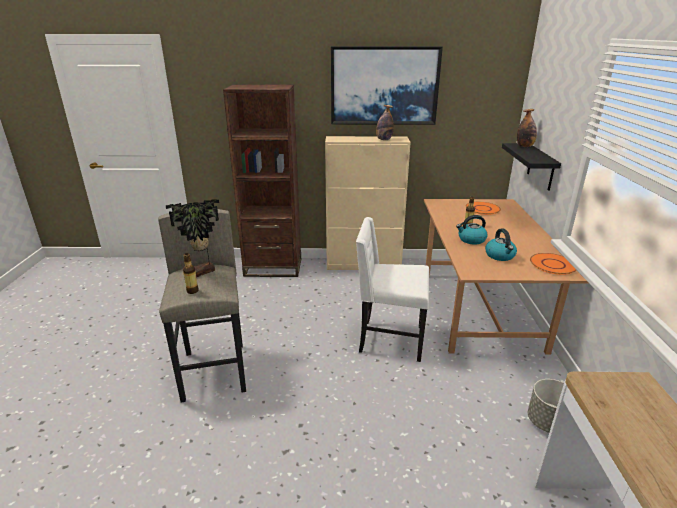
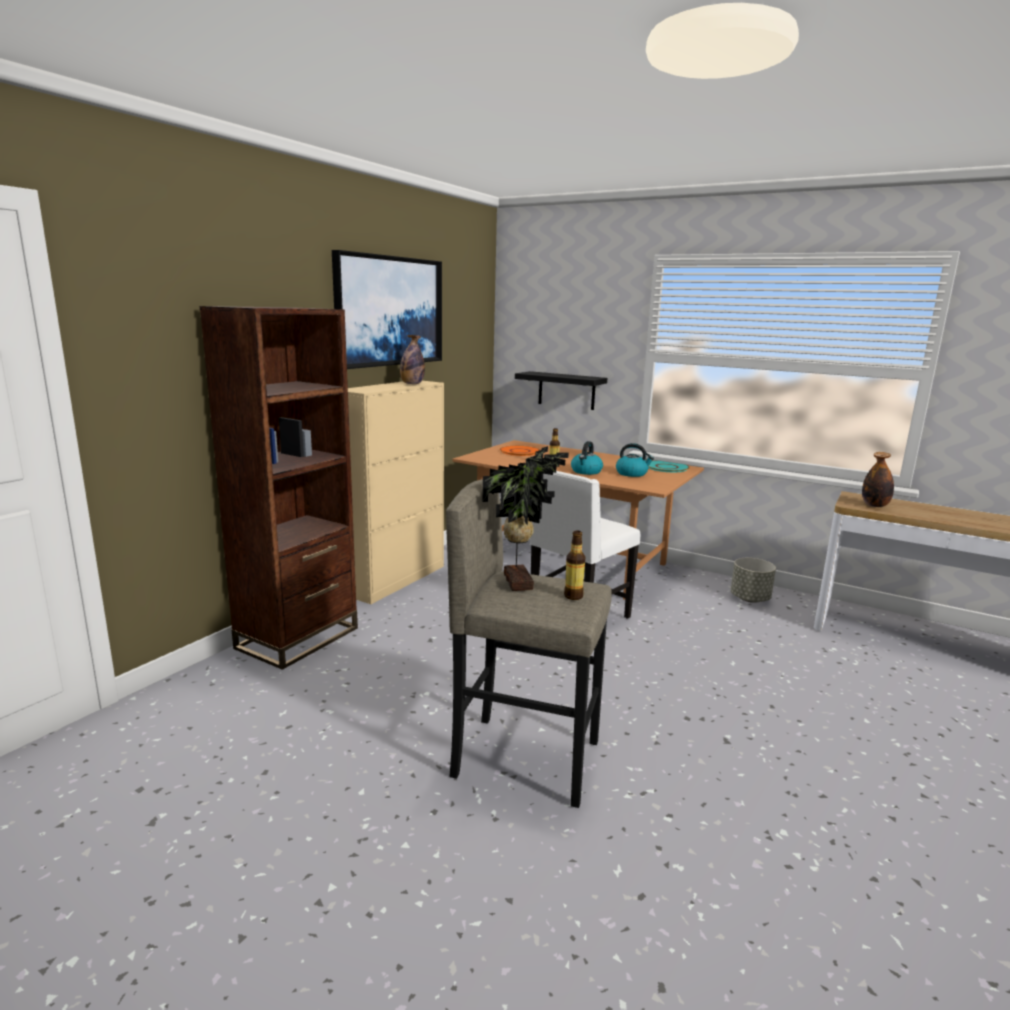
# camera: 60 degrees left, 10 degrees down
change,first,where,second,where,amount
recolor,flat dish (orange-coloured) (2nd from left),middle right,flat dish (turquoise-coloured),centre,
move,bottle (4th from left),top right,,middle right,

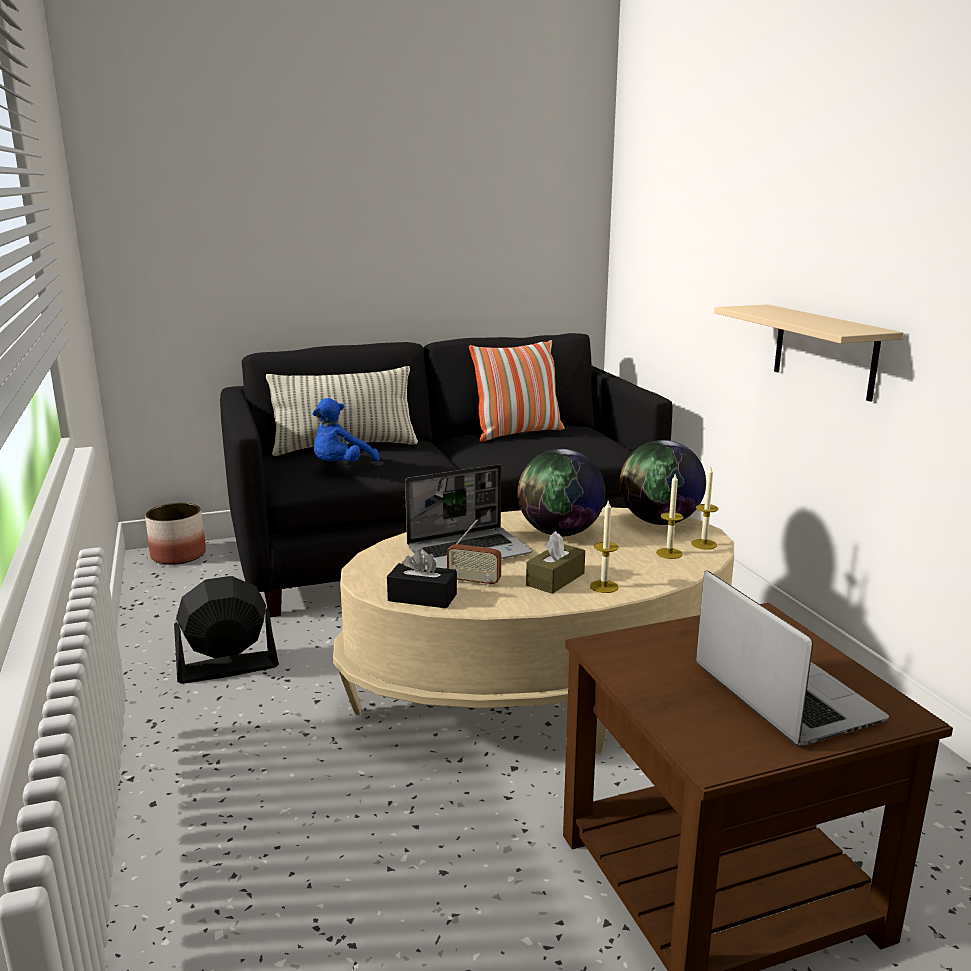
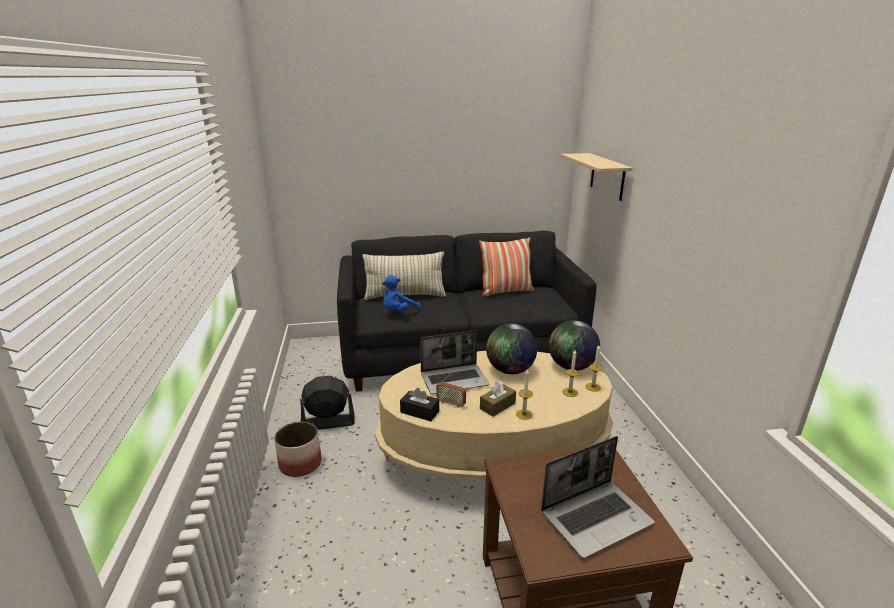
# camera: 10 degrees right, 5 degrees up
change,first,where,second,where,amount
move,plant pot,middle left,,bottom left,
rotate,notebook computer (2nd from left),bottom right,,bottom right,75 degrees clockwise
move,shelf (beige-coloured),middle right,,top right,

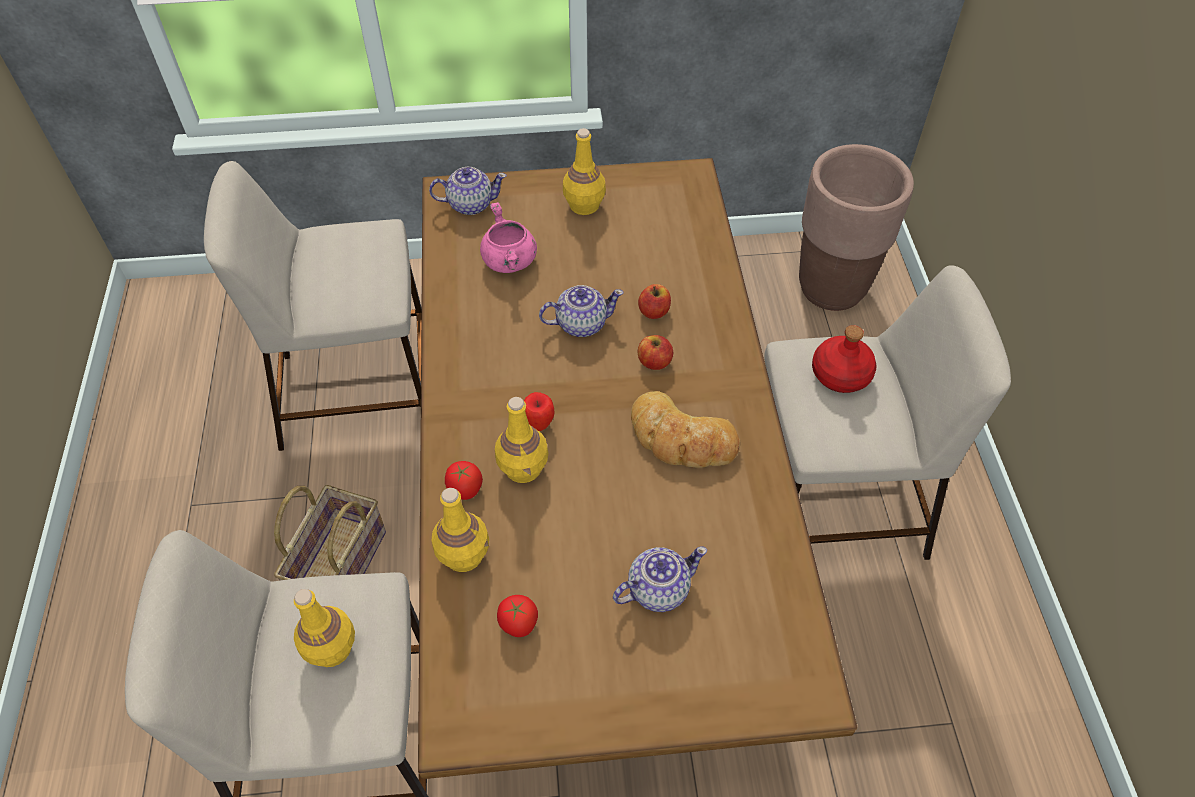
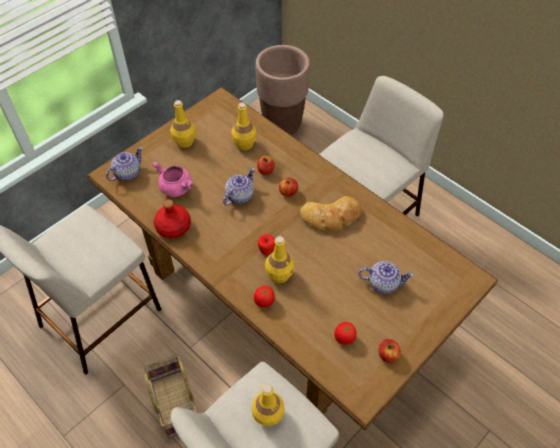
# camera: 40 degrees left, 0 degrees up
change,first,where,second,where,amount
move,bottle (red-coloured),middle right,,middle left,
move,bottle (yellowish) (2nd from left),centre,,top centre,
rotate,teapot (3rd from left),bottom centre,,middle right,75 degrees clockwise
insert,,,whole apple (4th from left),bottom right,

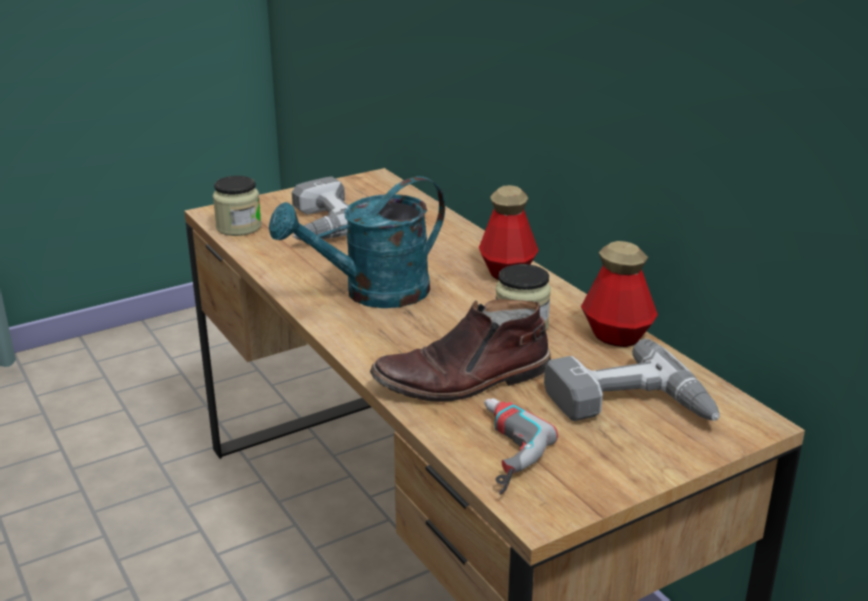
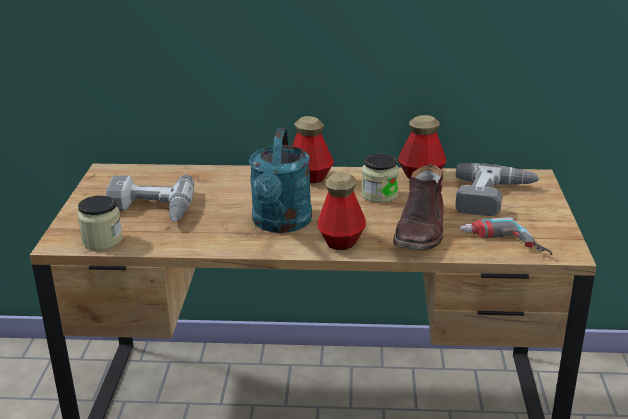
# camera: 55 degrees left, 0 degrees up
change,first,where,second,where,amount
insert,,,bottle (2nd from left),centre,

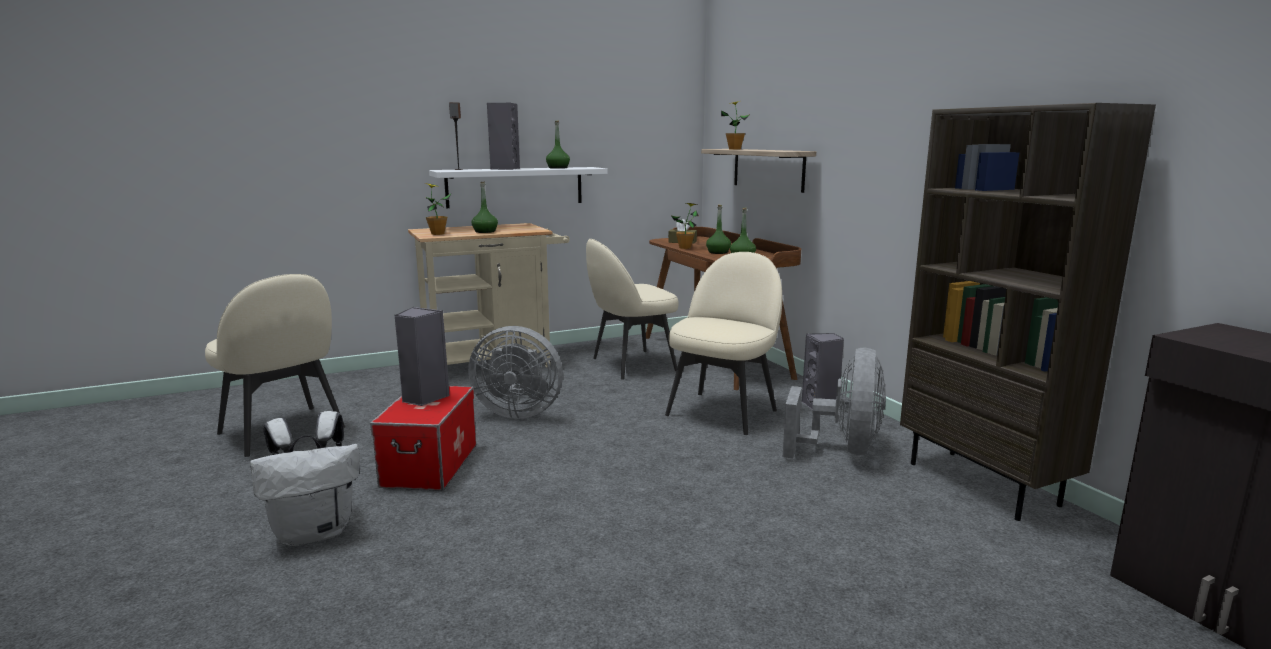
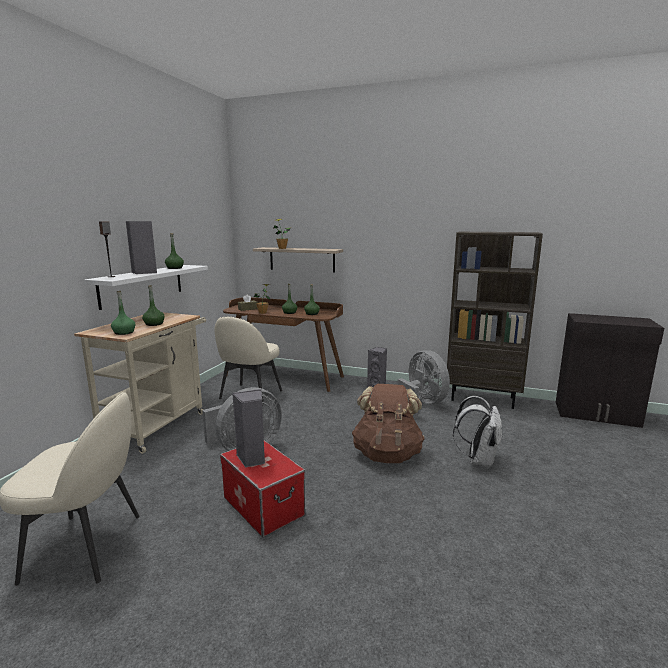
# camera: 45 degrees left, 0 degrees up
change,first,where,second,where,amount
replace,potted plant (1st from left),top centre,bottle (greenish) (1st from left),middle left,
insert,,,backpack (brown-coloured),centre,
move,backpack (white),bottom left,,middle right,
delete,upright chair (beige-coloured) (3rd from left),centre,,,

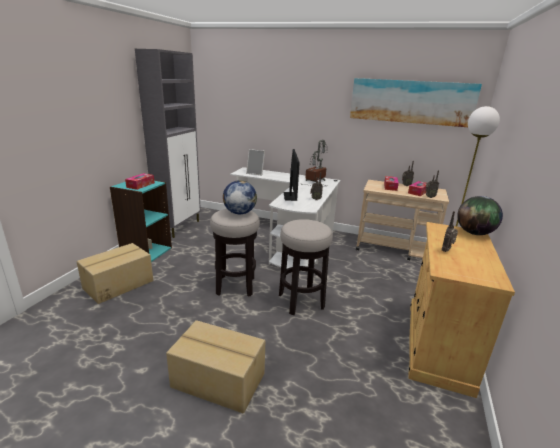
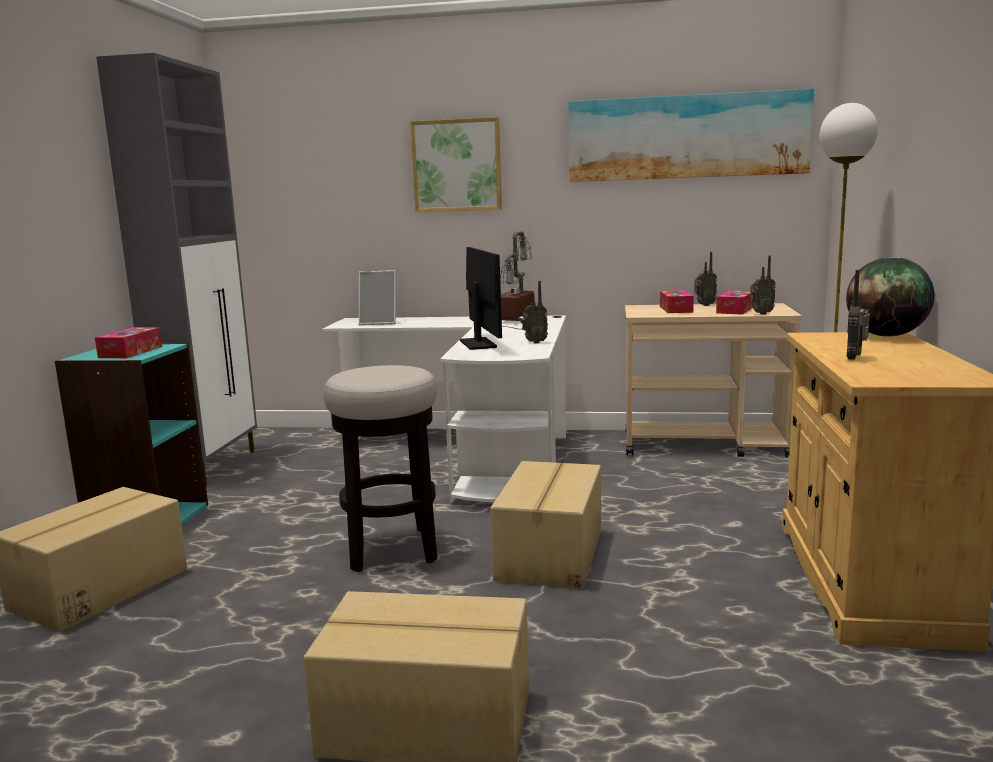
# camera: 10 degrees left, 10 degrees down
change,first,where,second,where,amount
insert,,,wall picture (1st from left),top centre,
replace,sitting stool (2nd from left),centre,packing box (3rd from left),bottom centre,
delete,world globe (1st from left),centre,,,

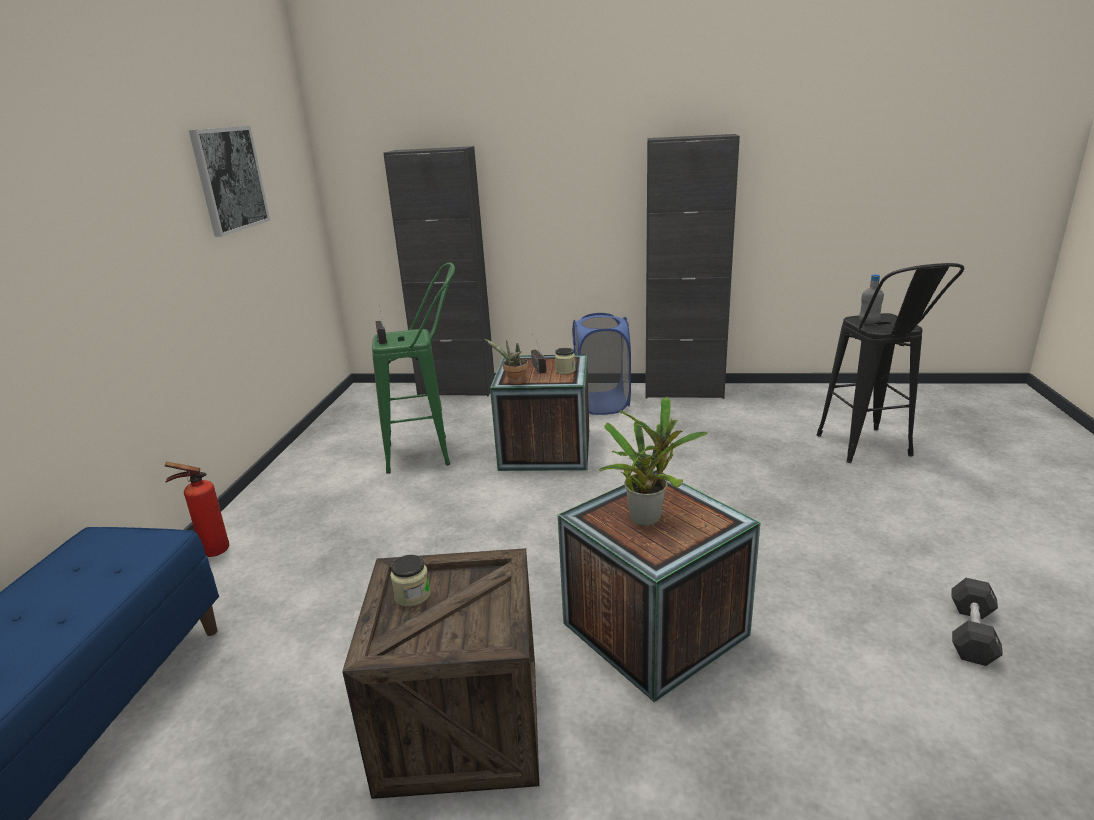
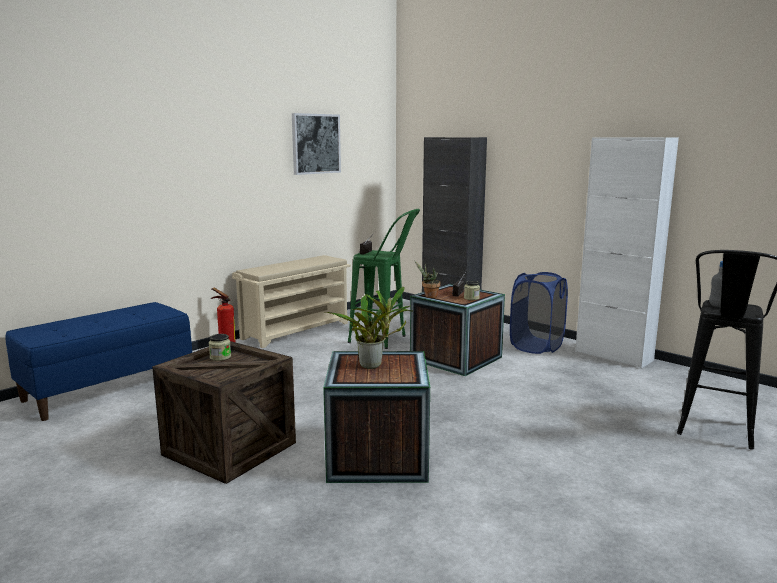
# camera: 35 degrees right, 10 degrees down
change,first,where,second,where,amount
insert,,,shoe rack (beige-coloured),centre,
recolor,cupboard (black) (2nd from left),top centre,cupboard (white),middle right,
delete,free weight (black),bottom right,,,

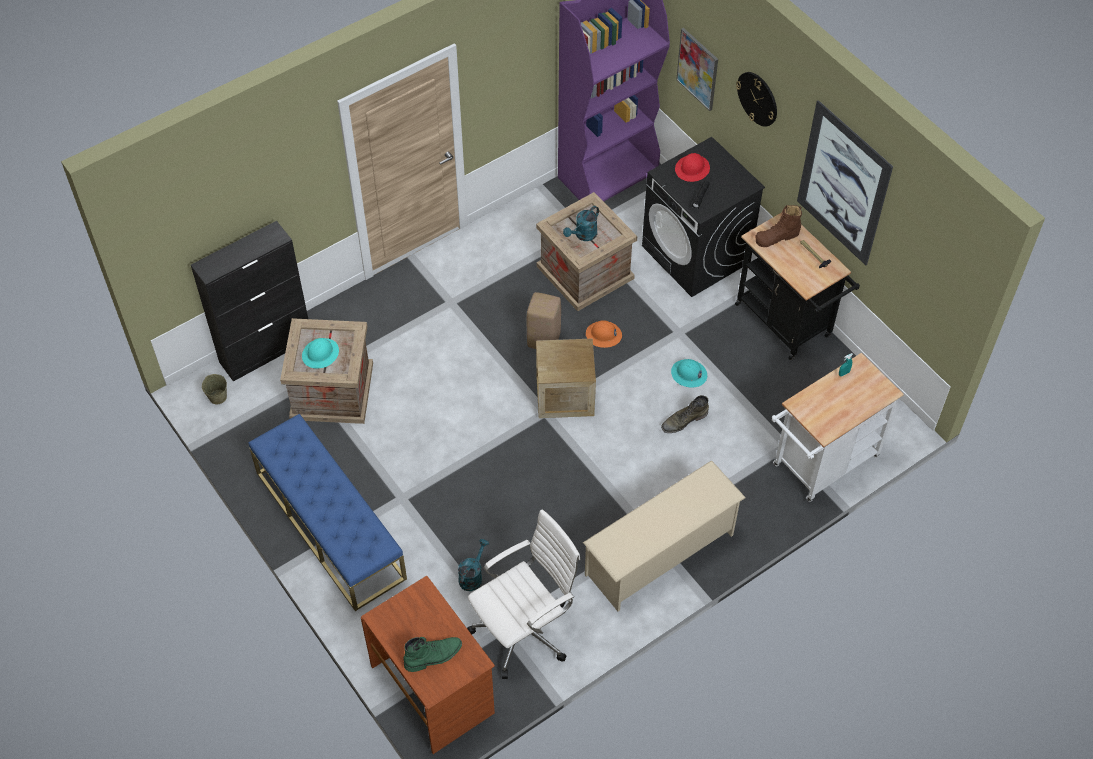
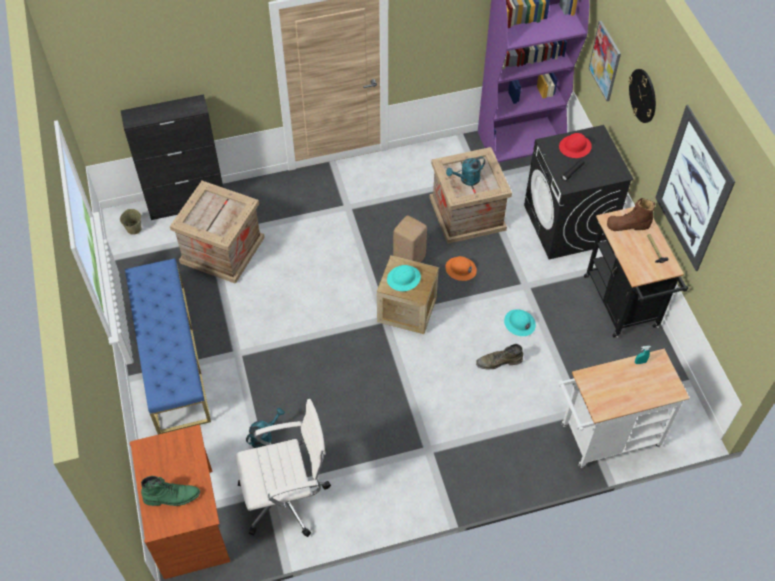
# camera: 20 degrees right, 0 degrees up
change,first,where,second,where,amount
move,hard hat (turquoise-coloured) (1st from left),middle left,,centre,
delete,shoe rack (beige-coloured),bottom centre,,,

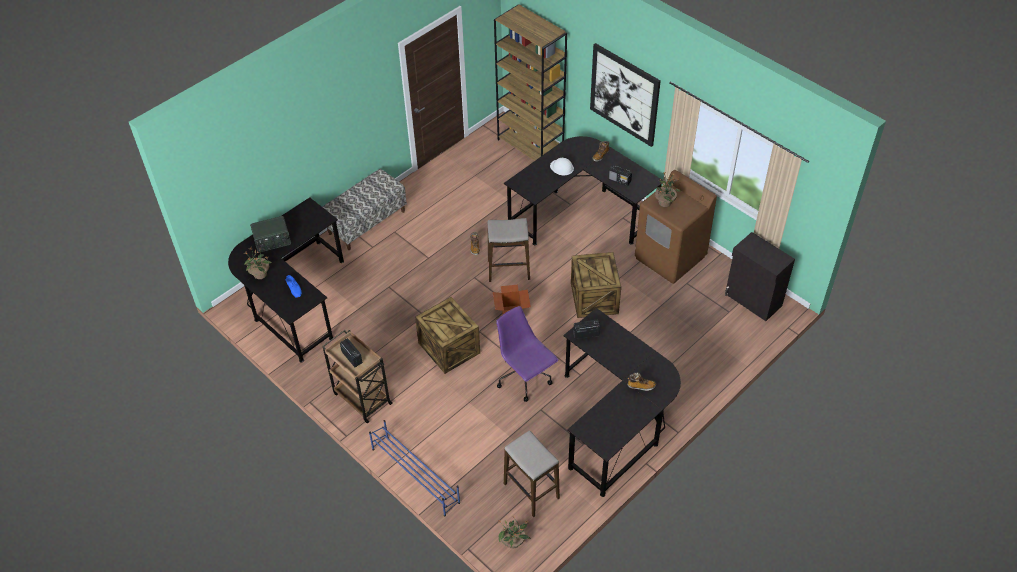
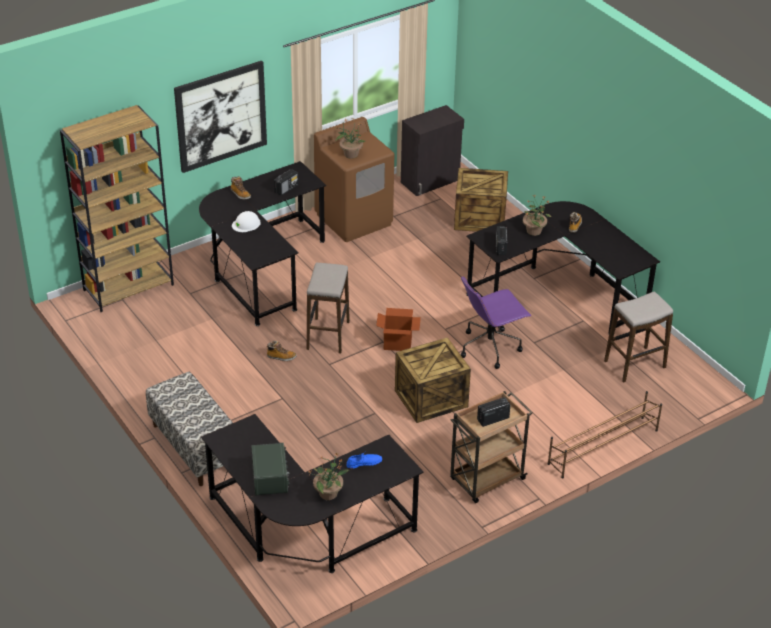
# camera: 80 degrees left, 10 degrees down
change,first,where,second,where,amount
move,crate (2nd from left),centre,,top centre,
move,potted plant (2nd from left in the first image),bottom centre,potted plant (3rd from left),middle right,
recolor,shoe rack (blue),bottom centre,shoe rack (brown-coloured),bottom right,

